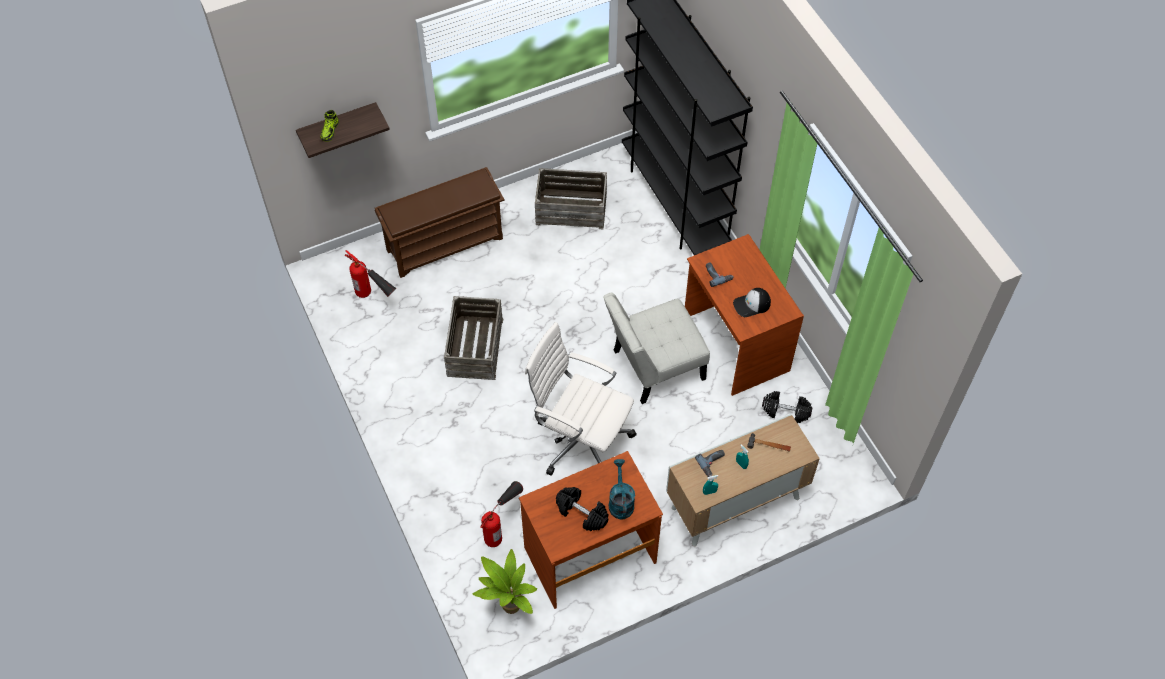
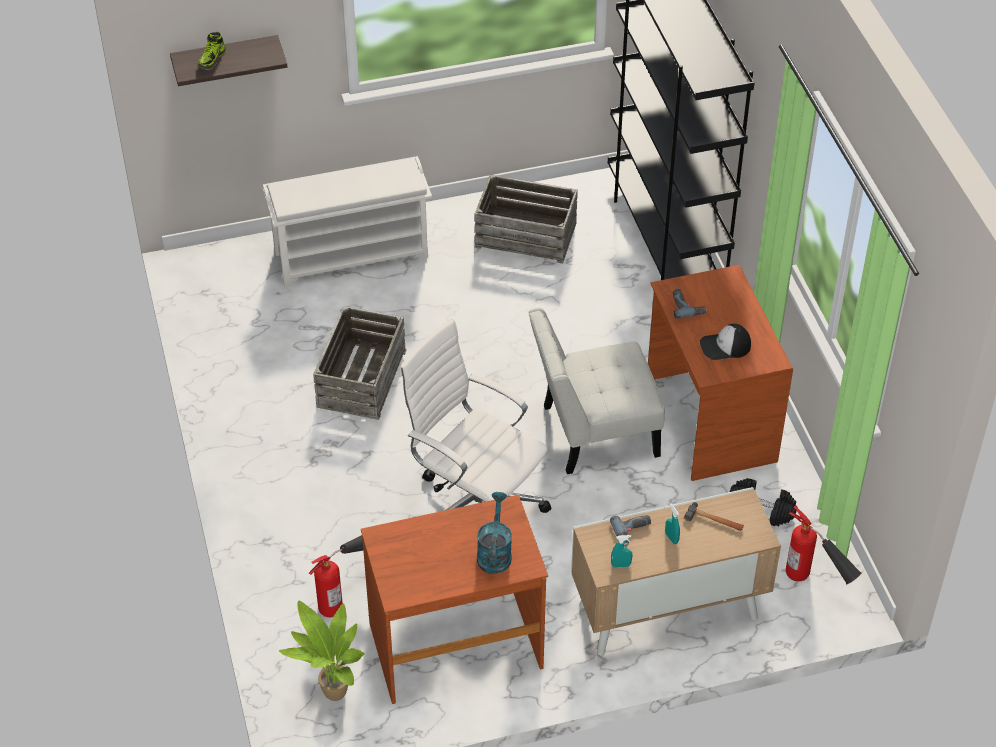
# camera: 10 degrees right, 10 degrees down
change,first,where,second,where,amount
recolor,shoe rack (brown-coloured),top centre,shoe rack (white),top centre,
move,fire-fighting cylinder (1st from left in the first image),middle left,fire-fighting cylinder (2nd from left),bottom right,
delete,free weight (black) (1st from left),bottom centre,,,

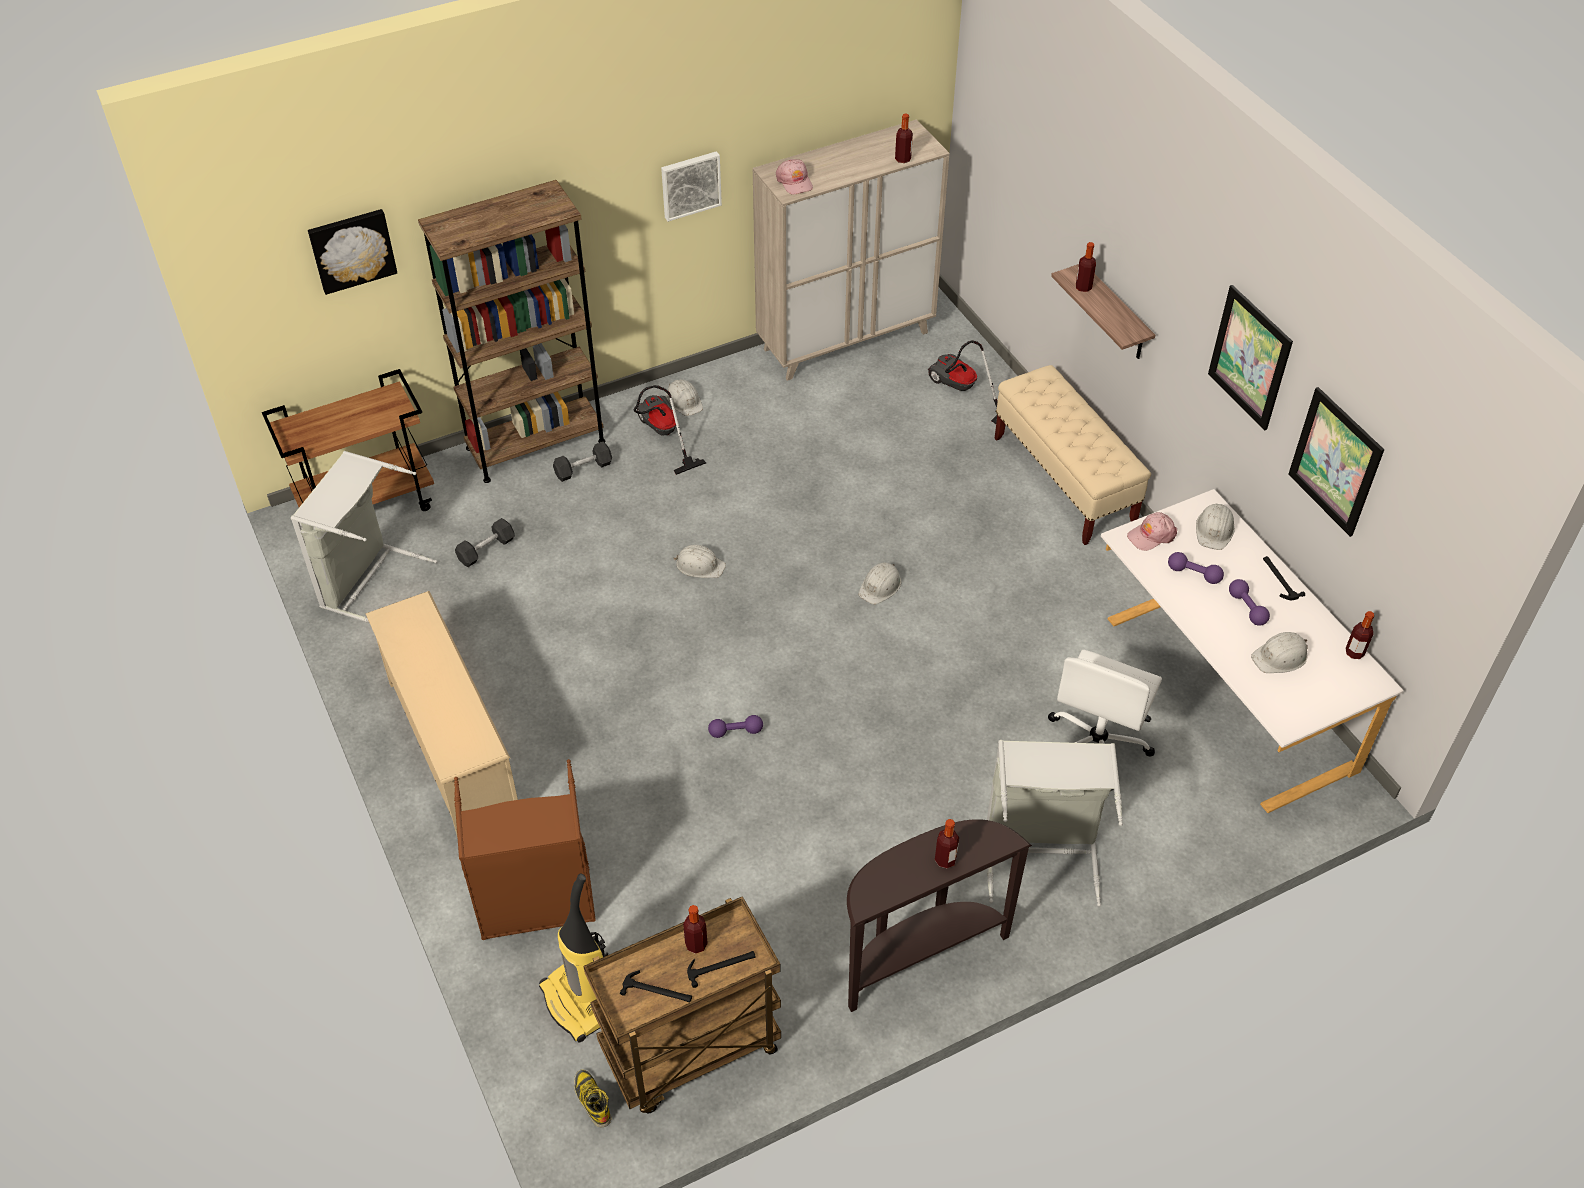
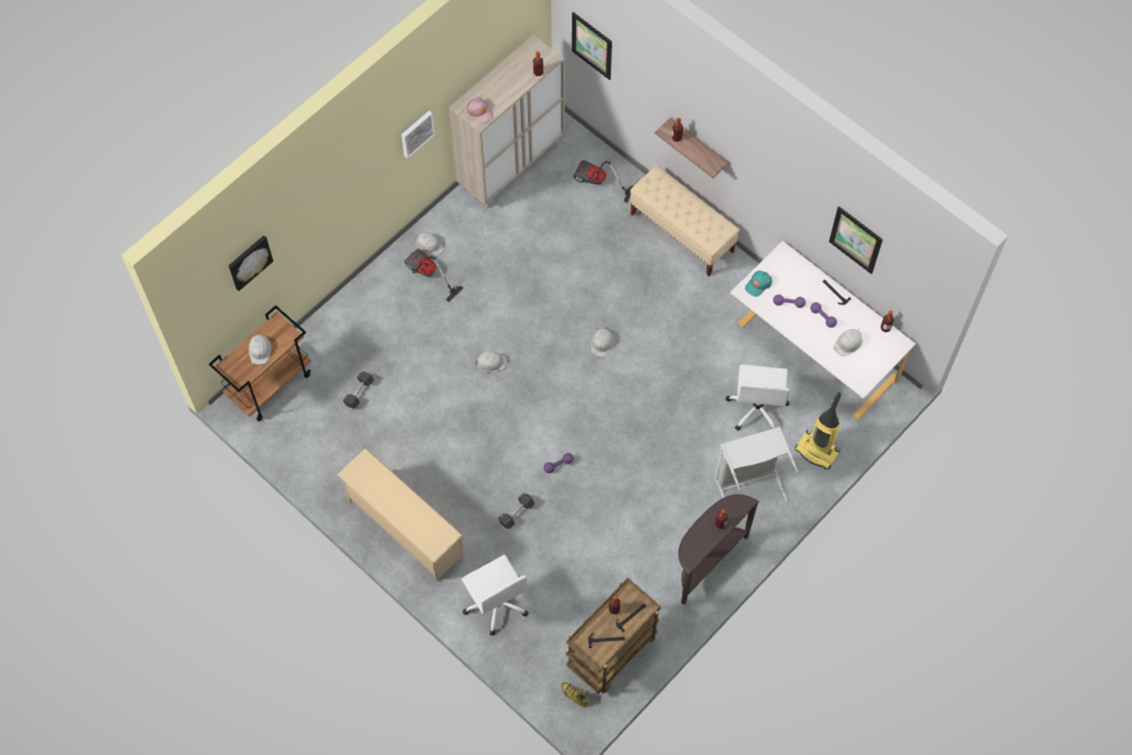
# camera: 20 degrees left, 15 degrees up
change,first,where,second,where,amount
move,hard hat (white) (4th from left in the first image),middle right,hard hat (white) (1st from left),middle left,
replace,hamper (brown-coloured),bottom left,desk chair (white) (1st from left),bottom centre,
move,free weight (black) (2nd from left),centre,,bottom centre,
move,wall picture (3rd from left),top right,,top centre,
recolor,peaked cap (pinkish) (2nd from left),middle right,peaked cap (turquoise-coloured),middle right,
move,vacuum cleaner (1st from left in the first image),bottom centre,vacuum cleaner (3rd from left),middle right,
delete,hamper (grey) (1st from left),middle left,,,
delete,bookcase (brown-coloured),top left,,,

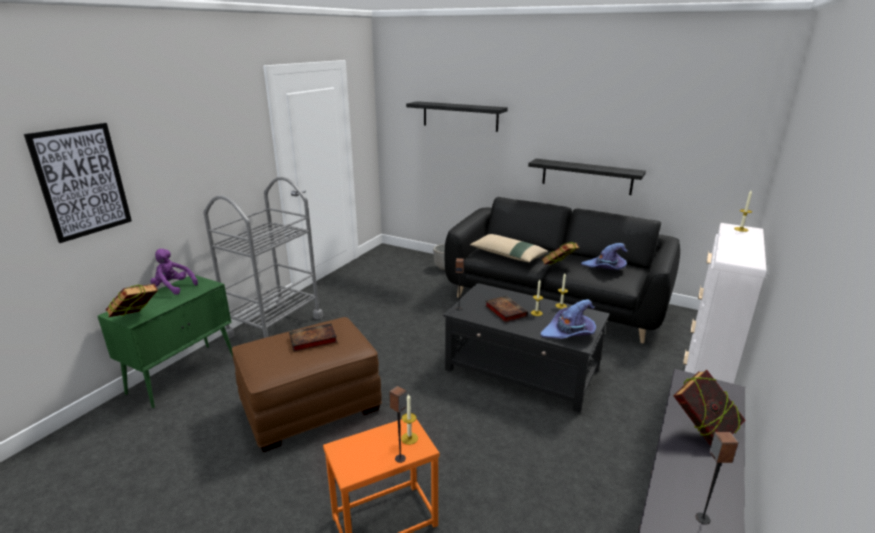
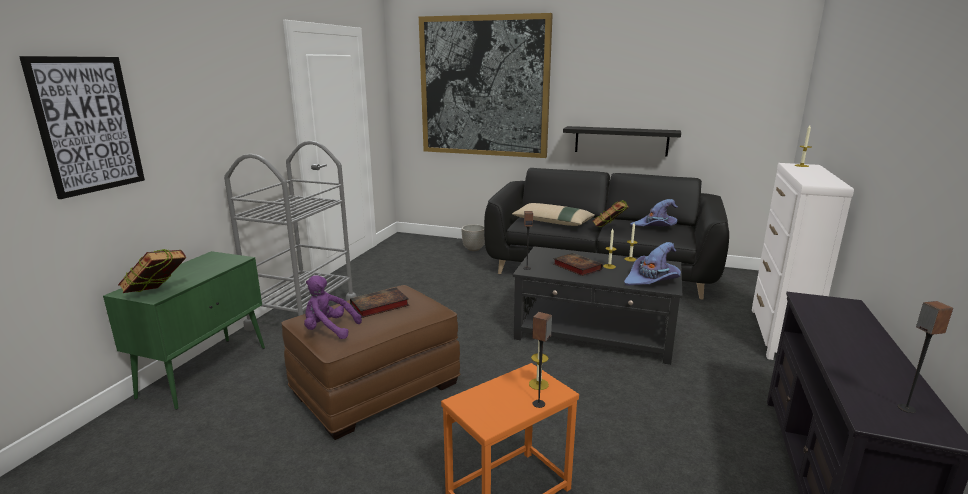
# camera: 10 degrees left, 5 degrees down
change,first,where,second,where,amount
move,cuddly toy (purple-coloured),middle left,,centre,
replace,shelf (black) (1st from left),top centre,wall picture (2nd from left),top centre,
delete,volume (5th from left),bottom right,,,

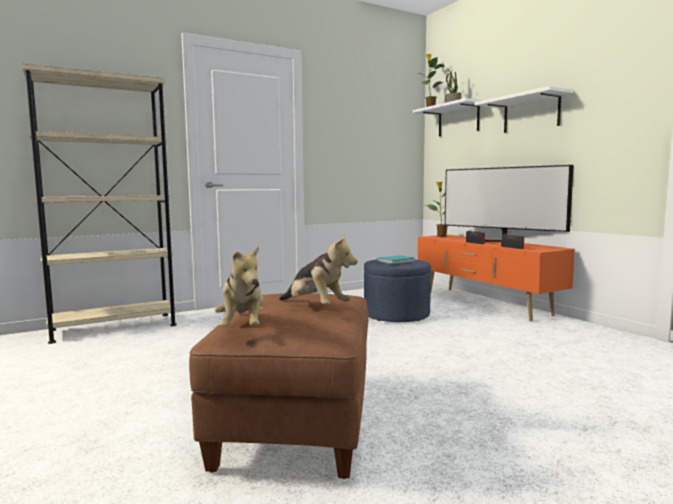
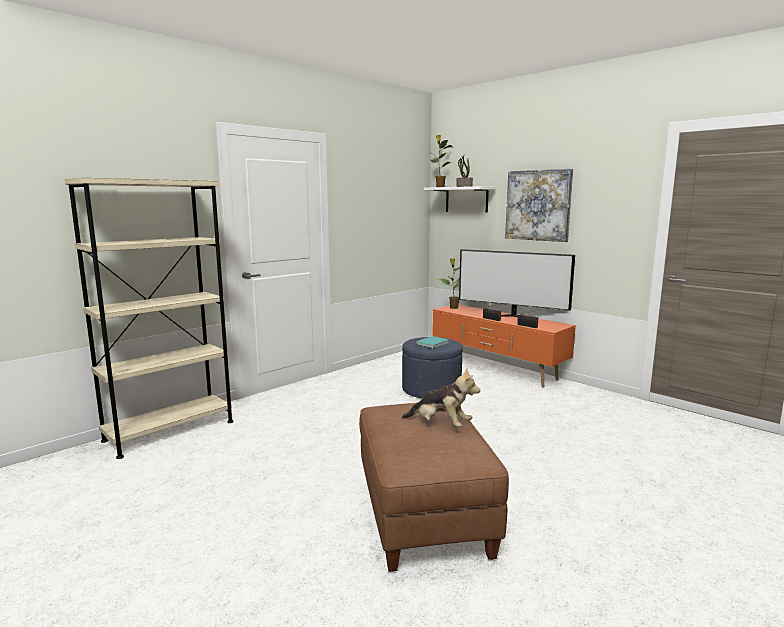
# camera: 15 degrees left, 5 degrees up
change,first,where,second,where,amount
replace,shelf (white) (2nd from left),top right,wall picture,top right,
delete,cuddly toy (1st from left),centre,,,

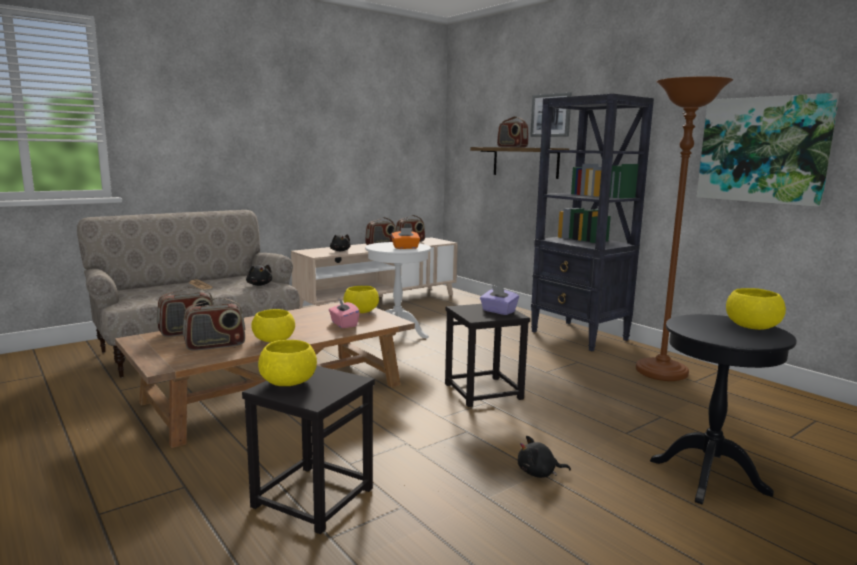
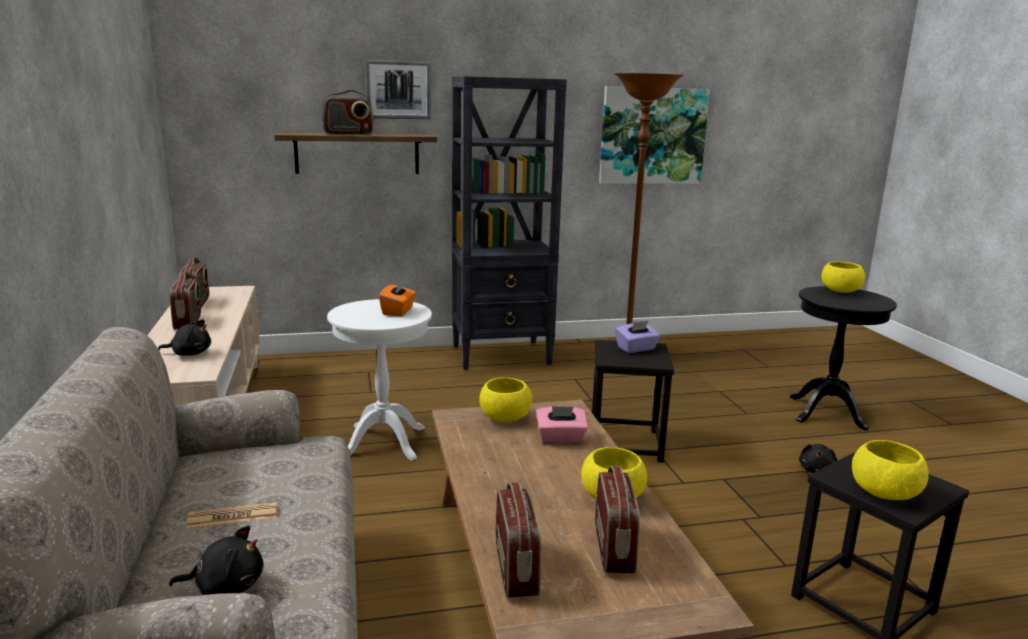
# camera: 65 degrees left, 5 degrees up
change,first,where,second,where,amount
move,cuddly toy (black) (1st from left in the first image),middle left,cuddly toy (black) (2nd from left),bottom left,

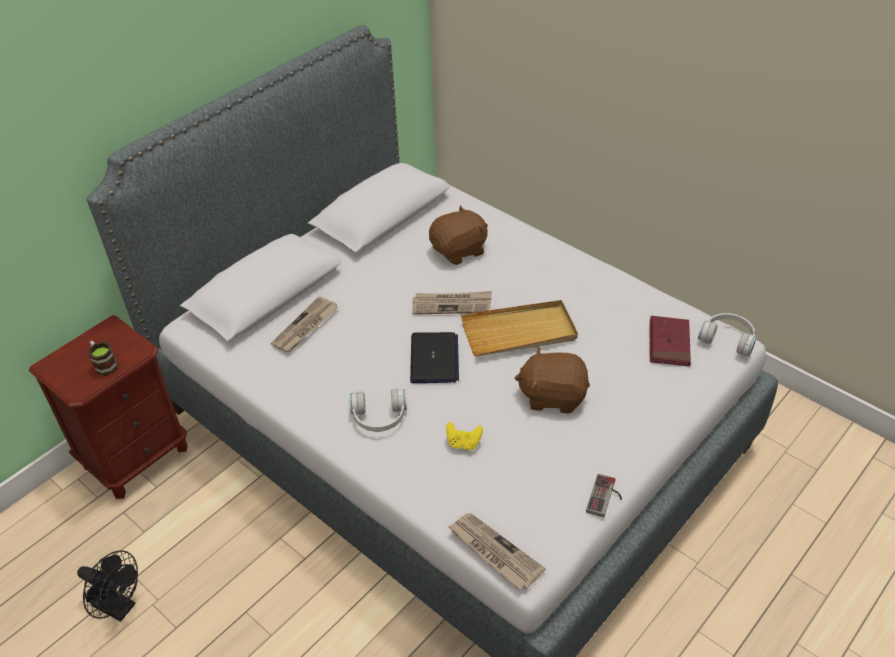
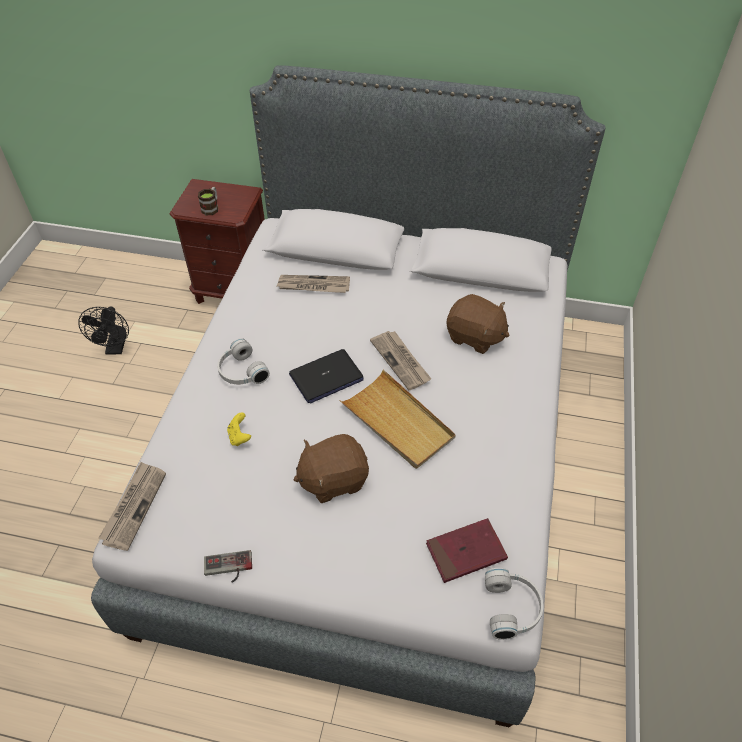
# camera: 60 degrees right, 5 degrees up
change,first,where,second,where,amount
rotate,cuddly toy (brown-coloured) (2nd from left in the first image),centre,cuddly toy (brown-coloured) (1st from left),centre,90 degrees counterclockwise

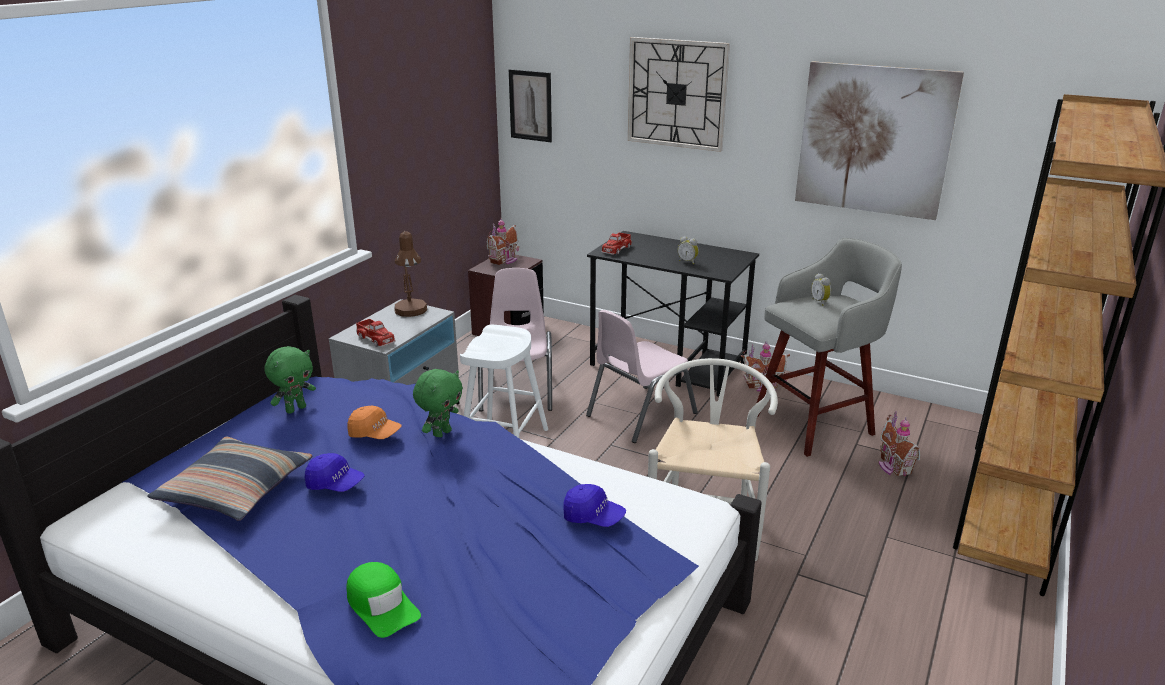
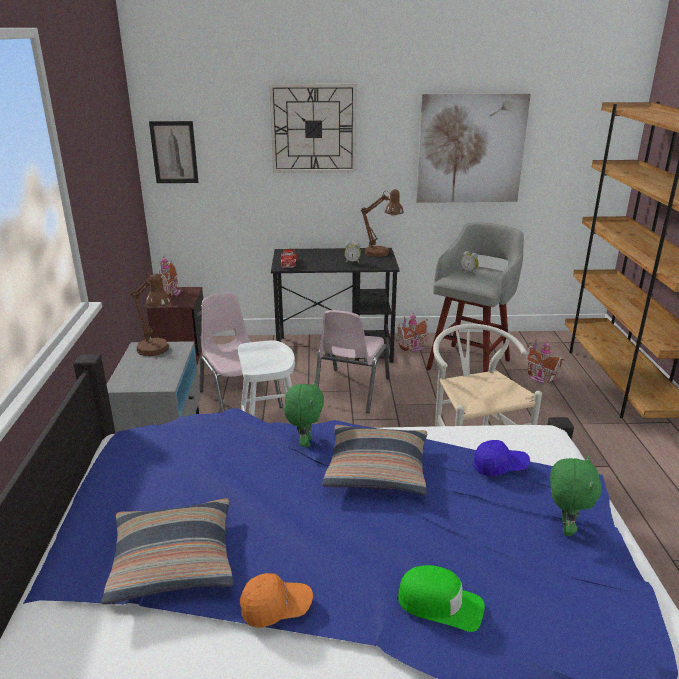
# camera: 30 degrees left, 0 degrees up
change,first,where,second,where,amount
move,peaked cap (orange-coloured),middle left,,bottom centre,
insert,,,throw pillow (2nd from left),bottom centre,
insert,,,lamp for a table (brown-coloured) (2nd from left),top centre,
move,cuddly toy (greenish) (1st from left in the first image),middle left,cuddly toy (greenish) (2nd from left),bottom right,
delete,peaked cap (blue) (1st from left),bottom left,,,
delete,toy truck (1st from left),middle left,,,

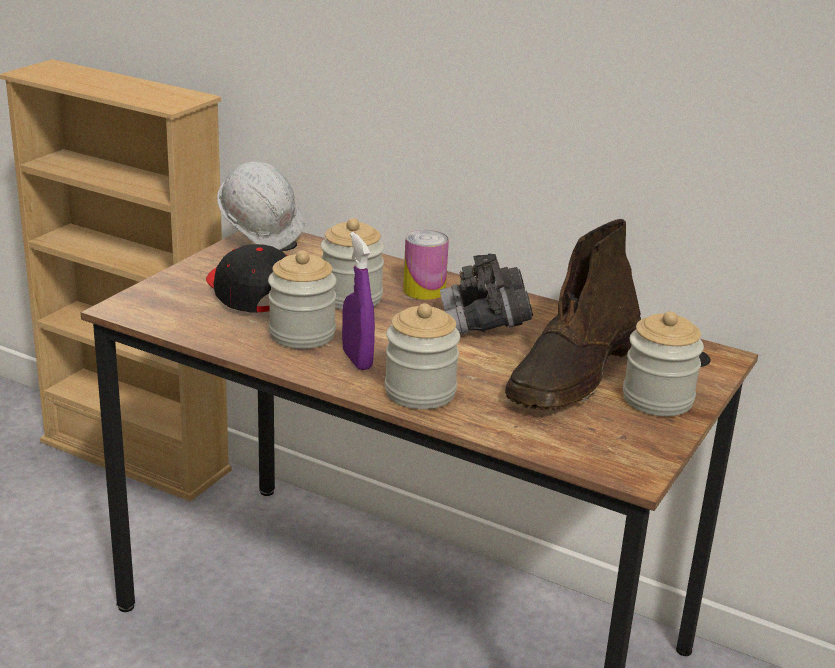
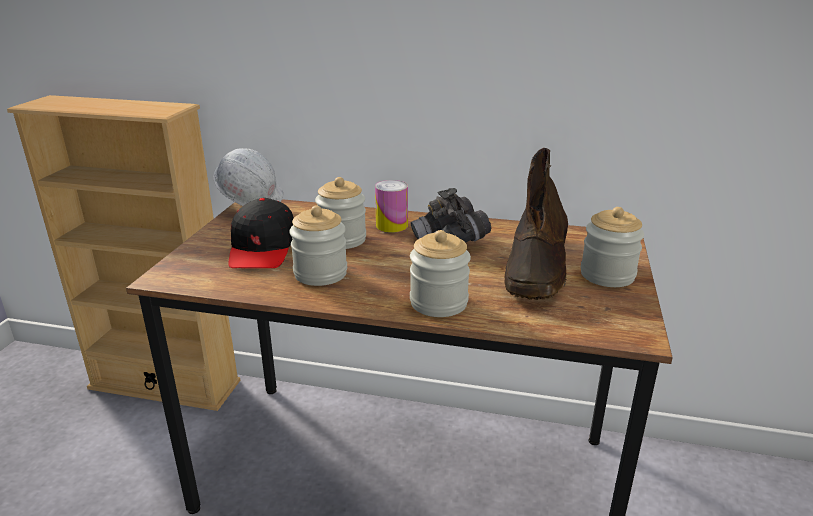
# camera: 15 degrees left, 0 degrees up
change,first,where,second,where,amount
rotate,peaked cap (black),middle left,,middle left,135 degrees counterclockwise
delete,sprayer (purple-coloured),centre,,,

